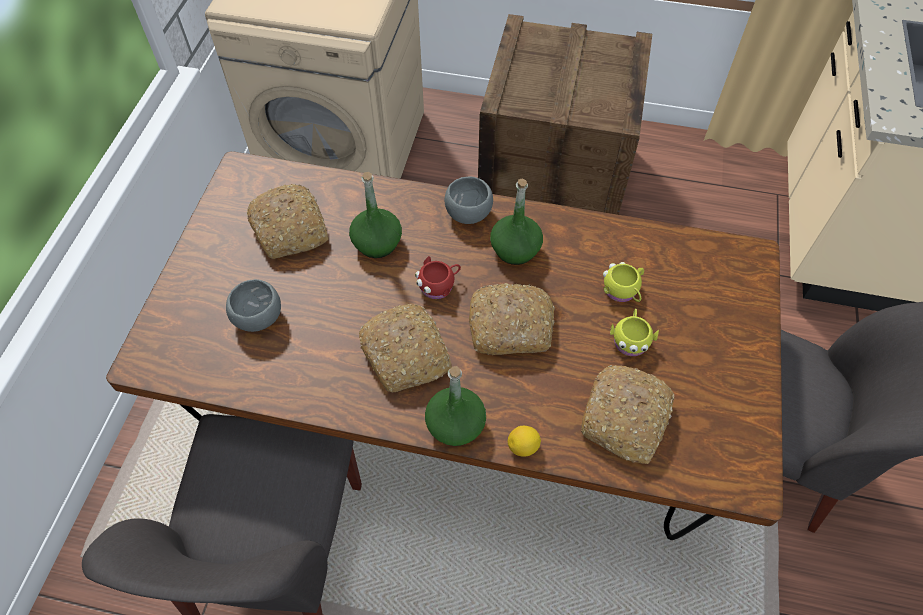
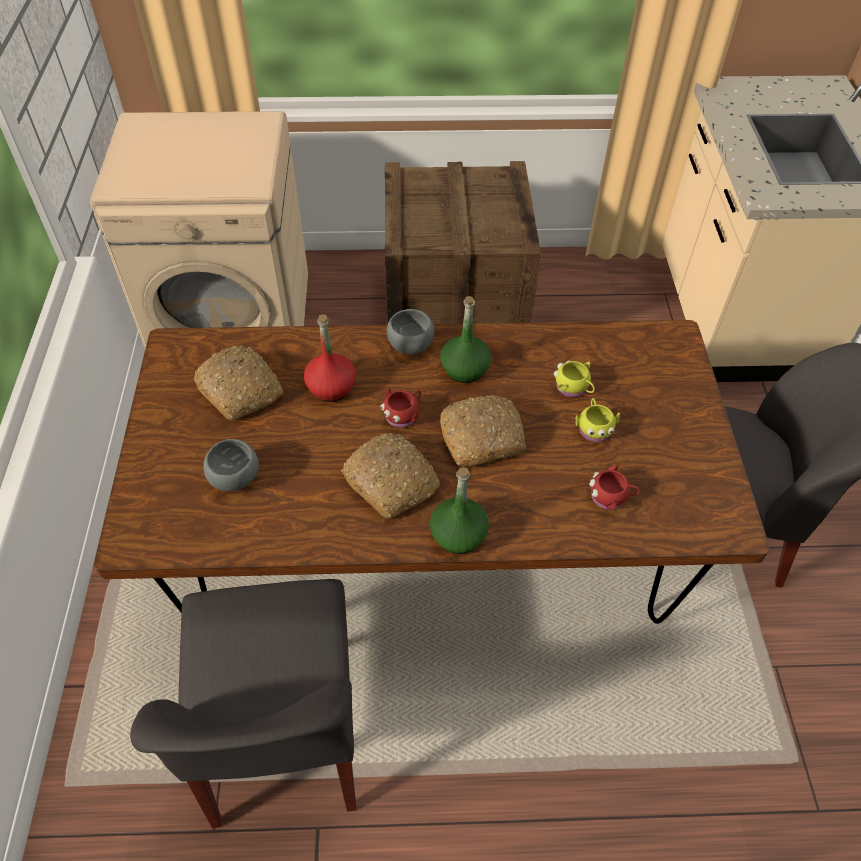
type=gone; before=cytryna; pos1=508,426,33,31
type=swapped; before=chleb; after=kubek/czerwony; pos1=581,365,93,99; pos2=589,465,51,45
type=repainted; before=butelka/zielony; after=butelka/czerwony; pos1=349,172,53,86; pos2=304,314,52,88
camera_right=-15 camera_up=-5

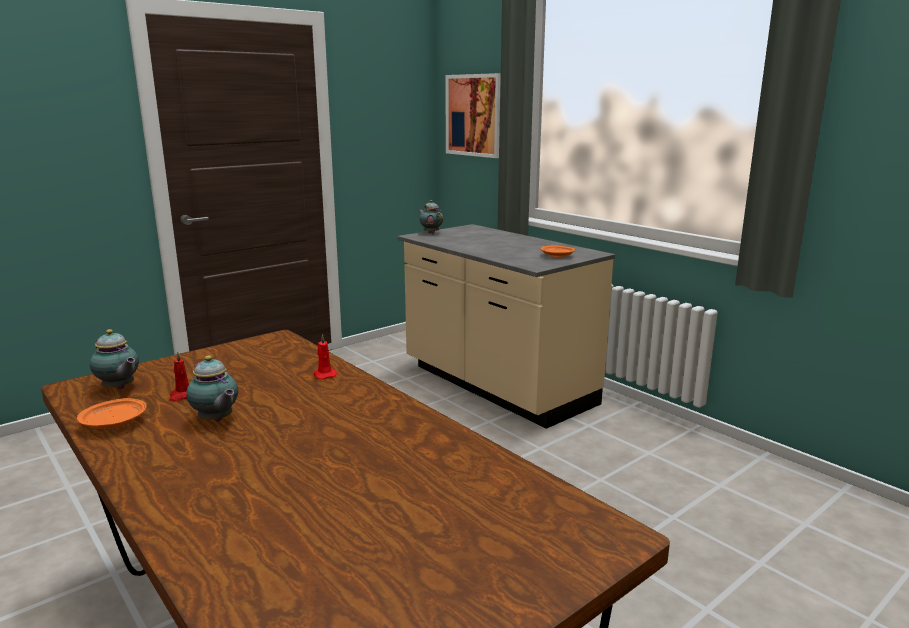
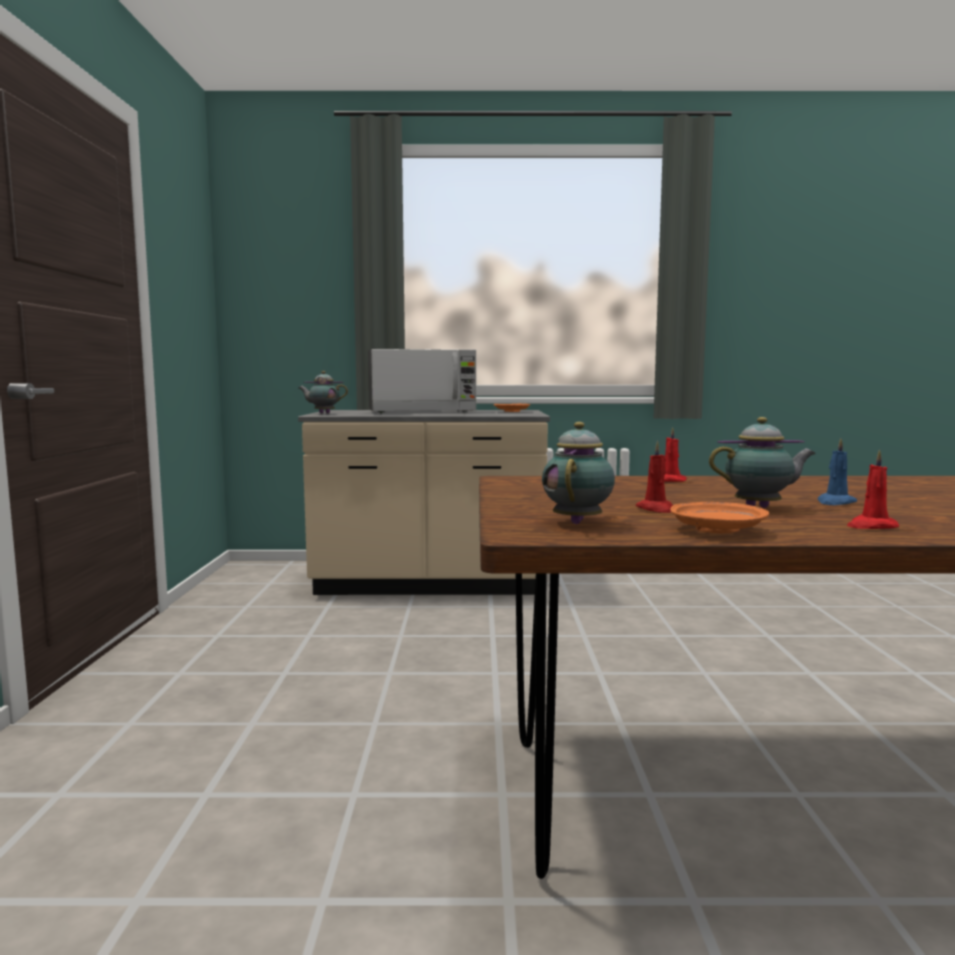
type=gone; before=obraz; pos1=445,73,56,85
type=new; after=mikrofalówka; pos2=368,349,108,65
type=new; after=świeca/niebieski; pos2=818,438,39,67
type=new; after=świeca/czerwony; pos2=847,449,52,80
type=rotated; before=imbryk; pos1=90,329,49,60; pos2=542,422,73,102; turn=-60
camera_right=-50 camera_up=-10

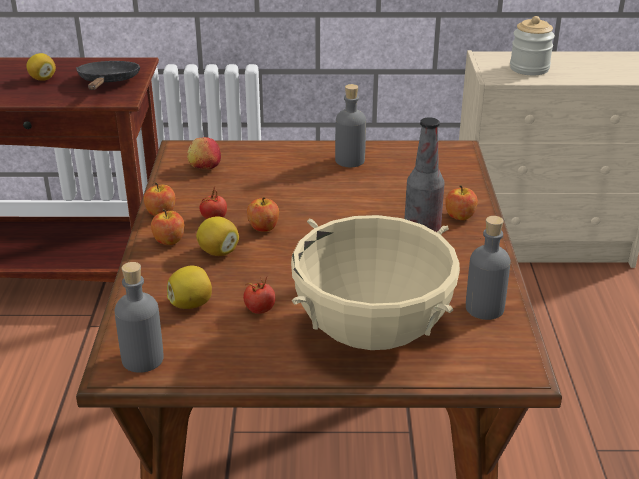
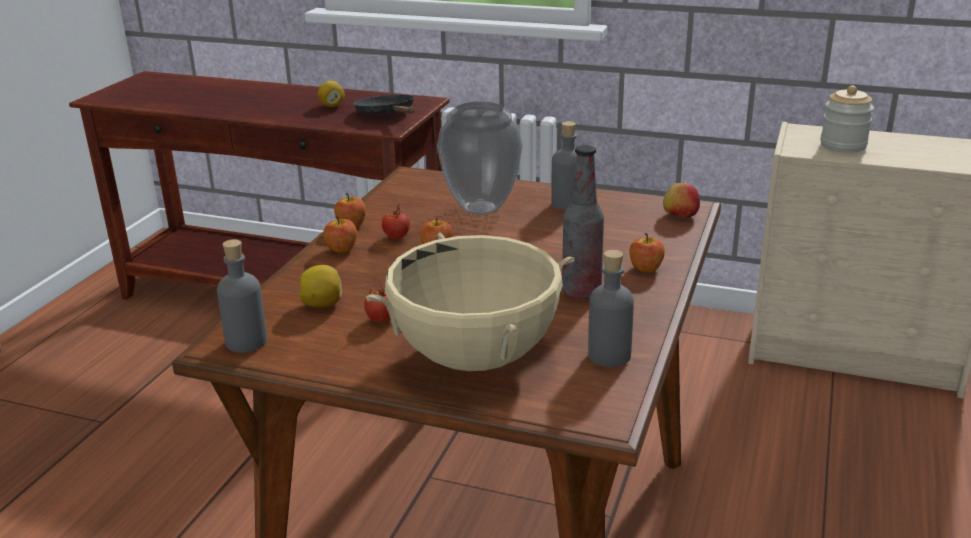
type=gone; before=cytryna; pos1=196,216,43,40
type=new; after=wazon; pos2=437,102,86,113
type=shifted; before=jabłko; pos1=187,137,34,32; pos2=663,183,37,35
type=rotated; before=patelnia/czarny; pos1=76,61,64,29; pos2=353,94,61,20; turn=-45
camera_right=20 camera_up=-5

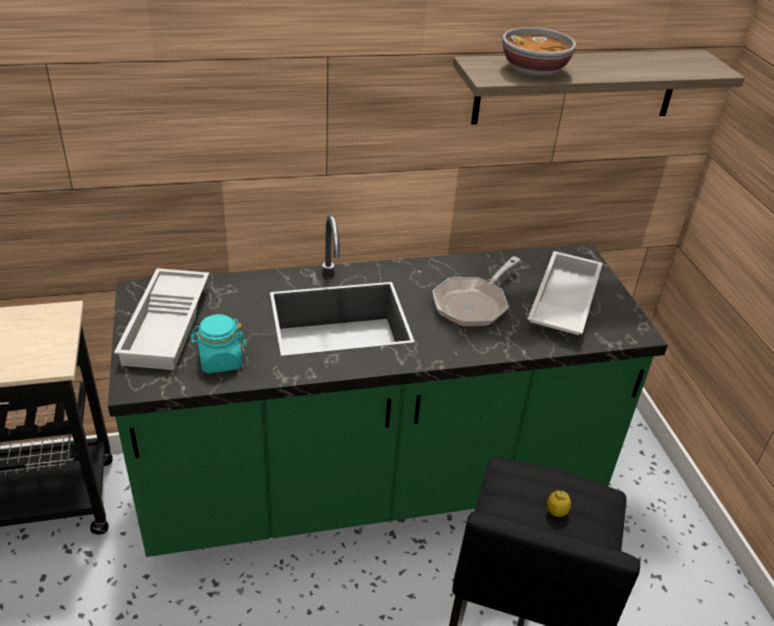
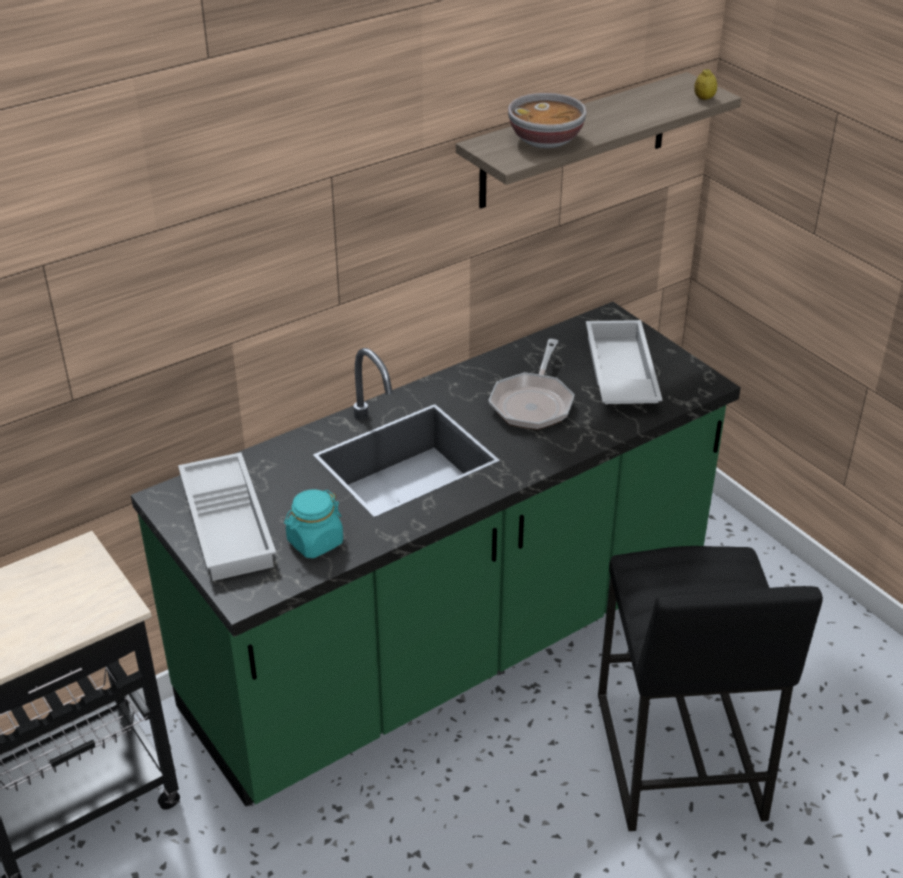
type=shifted; before=cytryna; pos1=547,490,24,27; pos2=694,69,23,31
camera_right=-20 camera_up=0

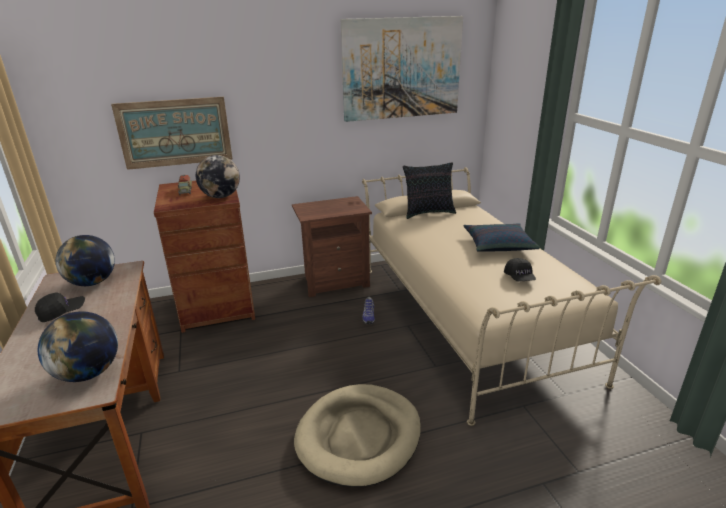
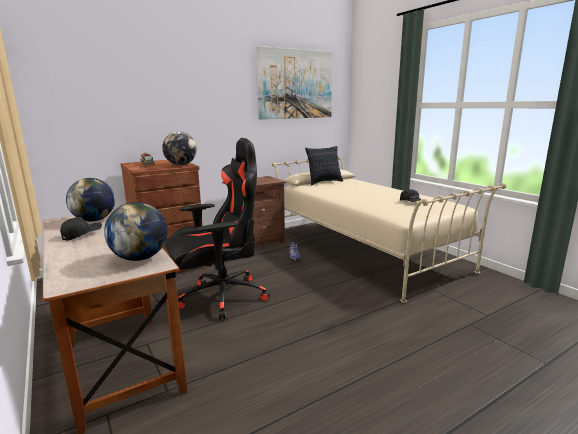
type=gone; before=obraz; pos1=111,97,122,73
type=gone; before=legowisko/beżowy; pos1=294,384,127,103
type=gone; before=poduszka/niebieski; pos1=463,223,77,29
type=new; after=krzesło biurowe/czarny; pos2=165,138,105,182
camera_right=-15 camera_up=-10

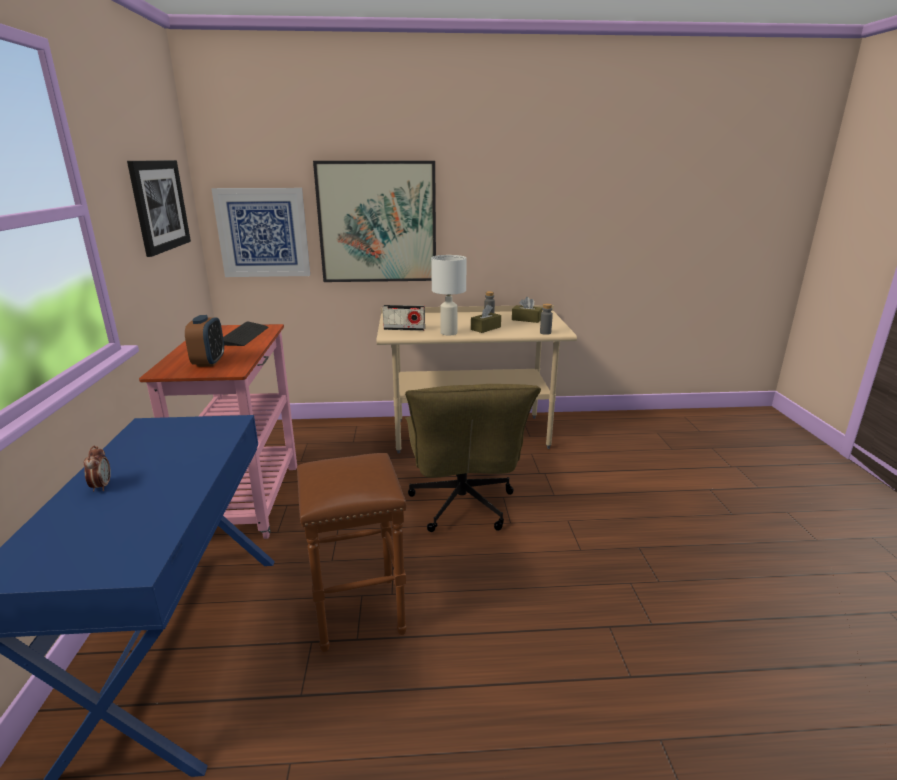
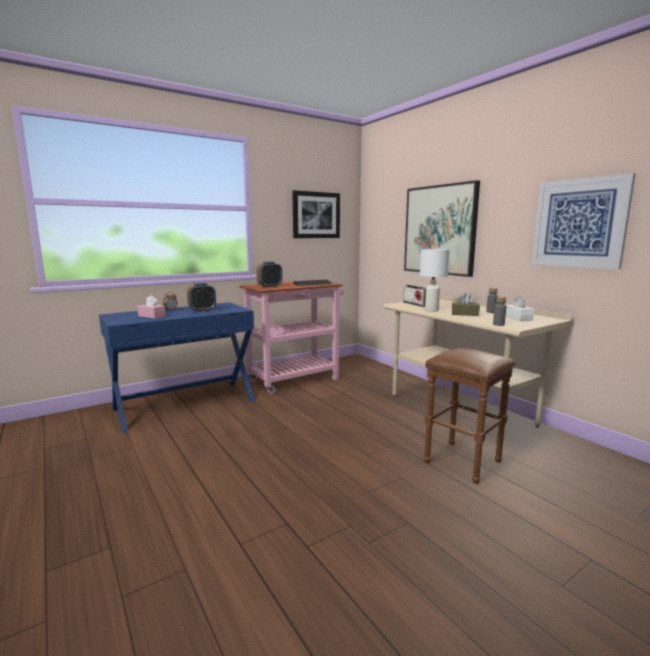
type=gone; before=krzesło biurowe/beżowy; pos1=405,384,136,148
type=new; after=pudełko chusteczek/różowy; pos2=137,296,28,23
type=new; after=budzik; pos2=187,283,29,29
type=shifted; before=obraz; pos1=211,188,99,89; pos2=531,173,105,96
type=shifted; before=stołek/brązowy; pos1=297,453,110,199; pos2=424,348,91,136
type=repainted; before=pudełko chusteczek/brązowy; after=pudełko chusteczek/biały; pos1=512,297,30,26; pos2=506,296,28,25
camera_right=60 camera_up=-10

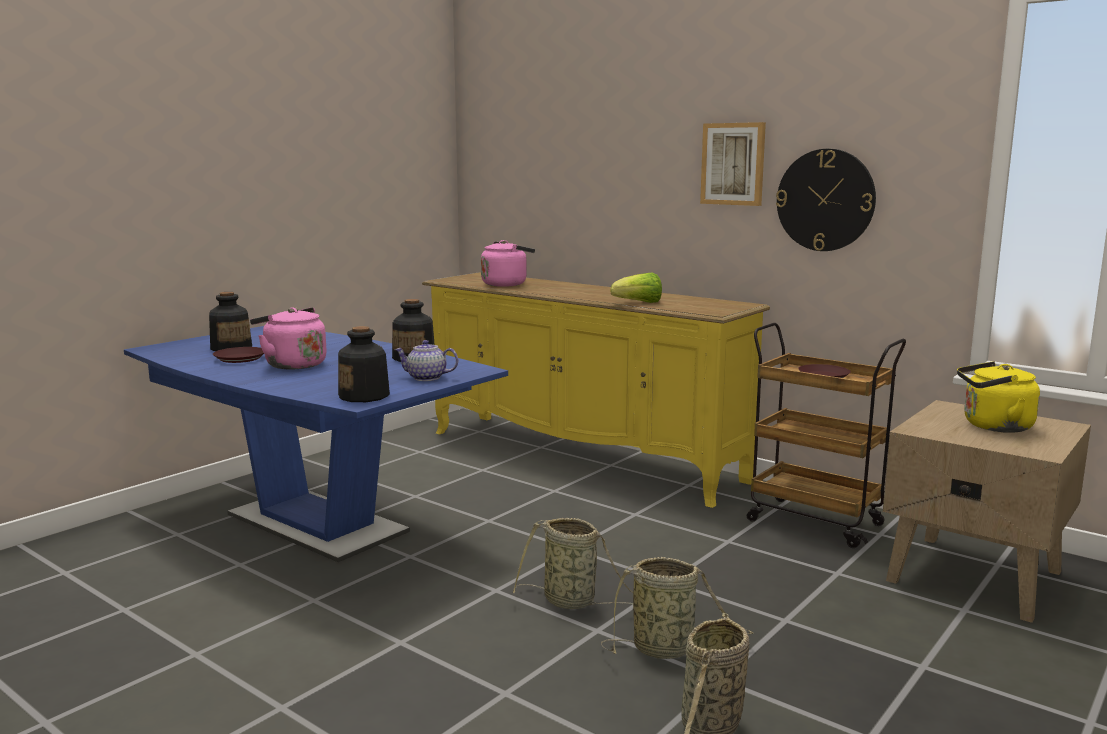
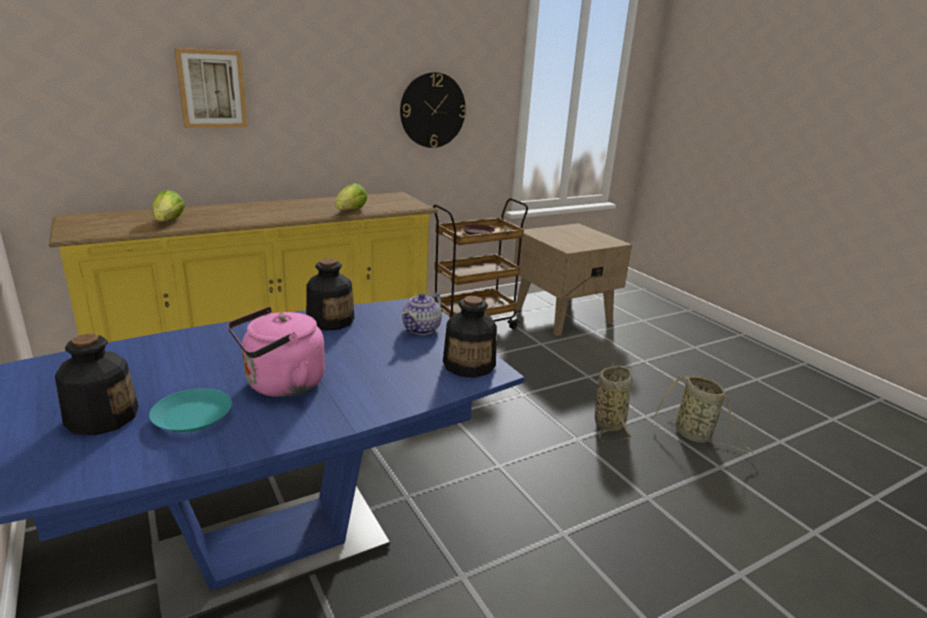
type=gone; before=koszyk; pos1=513,518,120,91
type=gone; before=czajnik/żółty; pos1=957,362,83,71
type=shifted; before=obraz; pos1=700,122,66,84; pos2=174,48,73,80
type=swapped; before=czajnik/różowy; after=sałata; pos1=481,240,54,47; pos2=153,190,32,32
type=repainted; before=talerz/brązowy; after=talerz/turkusowy; pos1=213,347,51,16; pos2=149,388,83,45
camera_right=-70 camera_up=10

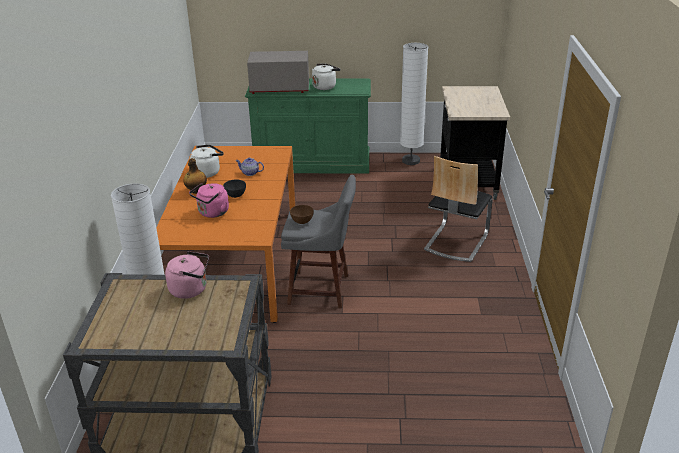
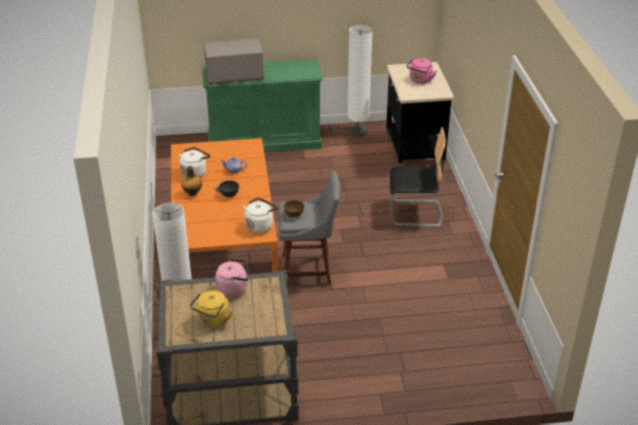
type=new; after=czajnik/żółty; pos2=190,290,43,38
type=shifted; before=czajnik/różowy; pos1=189,183,40,35; pos2=407,58,30,26
type=shifted; before=czajnik/biały; pos1=312,63,28,27; pos2=243,198,35,35
type=rotated; before=krzesło; pos1=424,156,68,106; pos2=390,127,56,100; turn=-105
camera_right=-10 camera_up=5

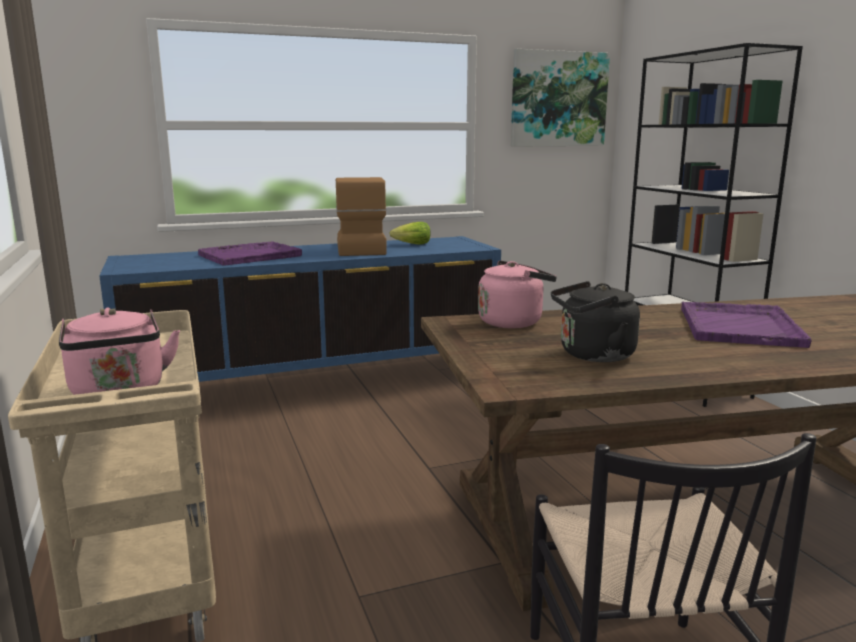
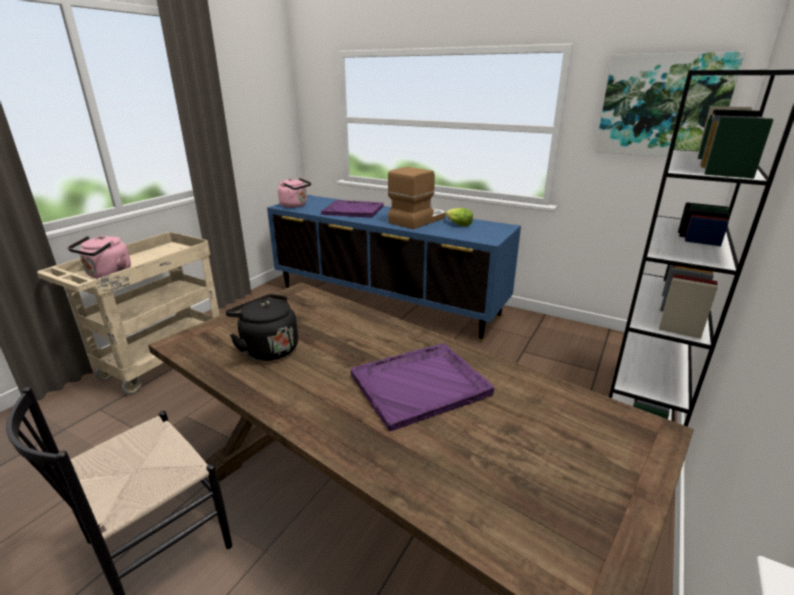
type=shifted; before=czajnik/różowy; pos1=478,260,79,68; pos2=278,178,33,30
camera_right=50 camera_up=10

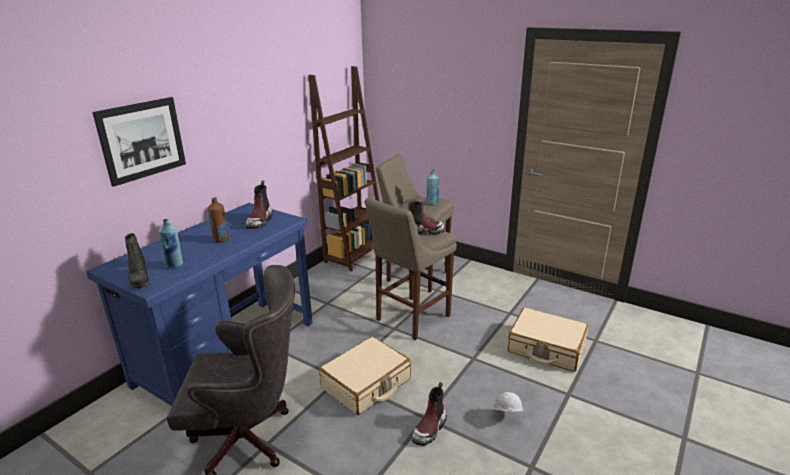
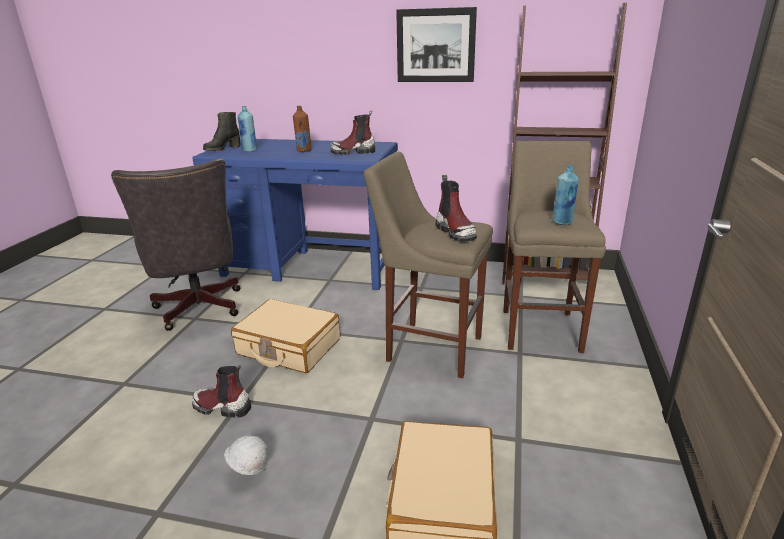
type=shifted; before=obraz; pos1=92,97,94,90; pos2=396,7,81,75
camera_right=70 camera_up=0

